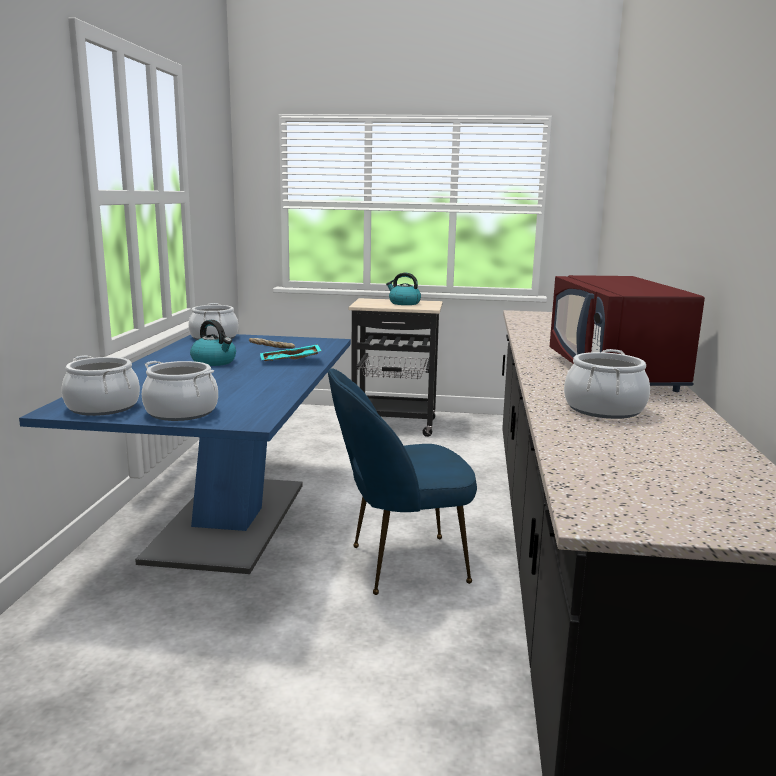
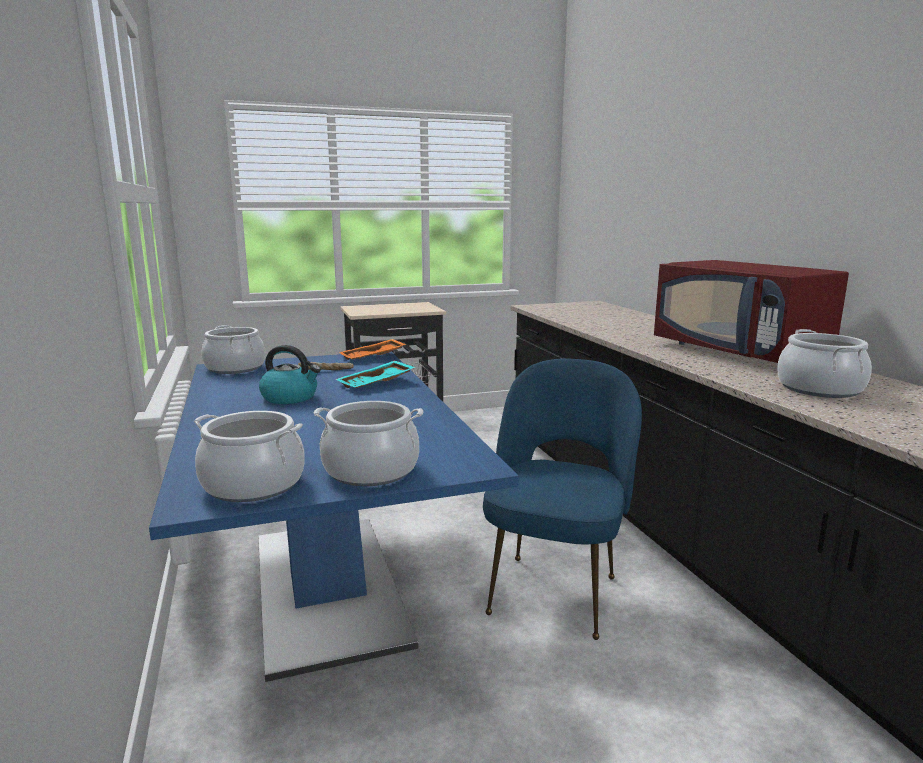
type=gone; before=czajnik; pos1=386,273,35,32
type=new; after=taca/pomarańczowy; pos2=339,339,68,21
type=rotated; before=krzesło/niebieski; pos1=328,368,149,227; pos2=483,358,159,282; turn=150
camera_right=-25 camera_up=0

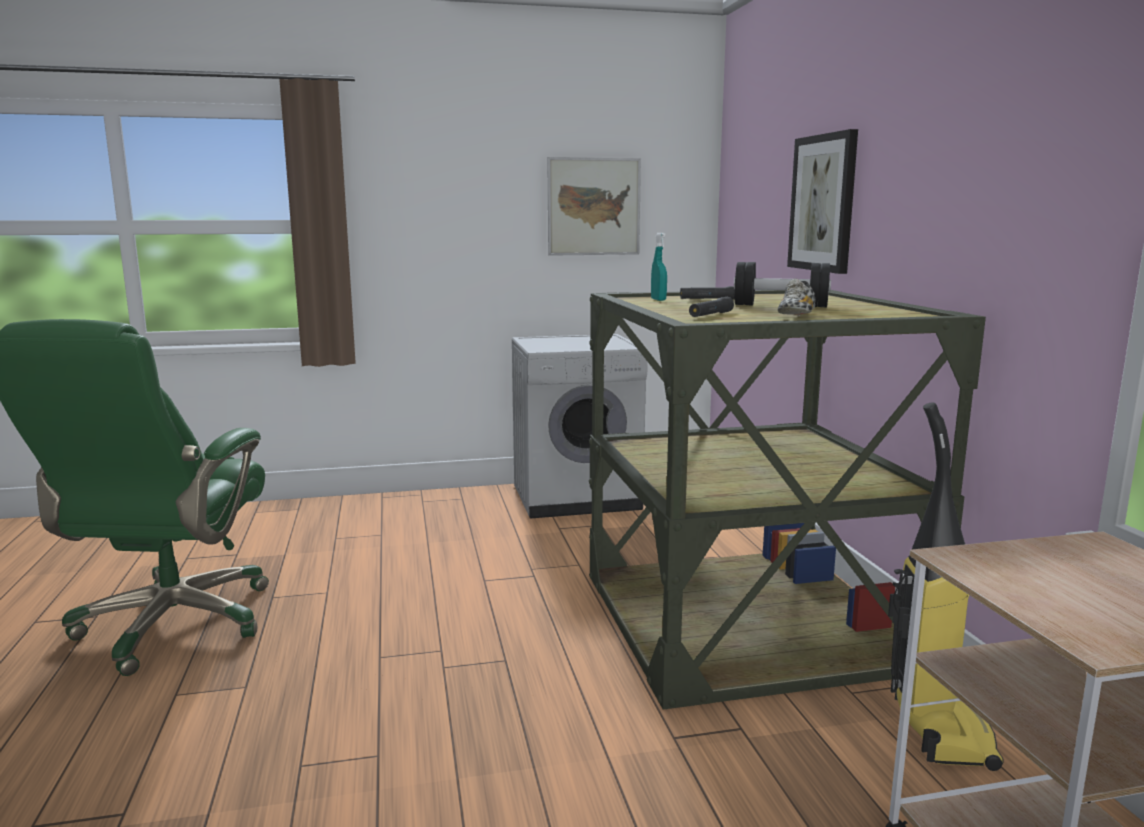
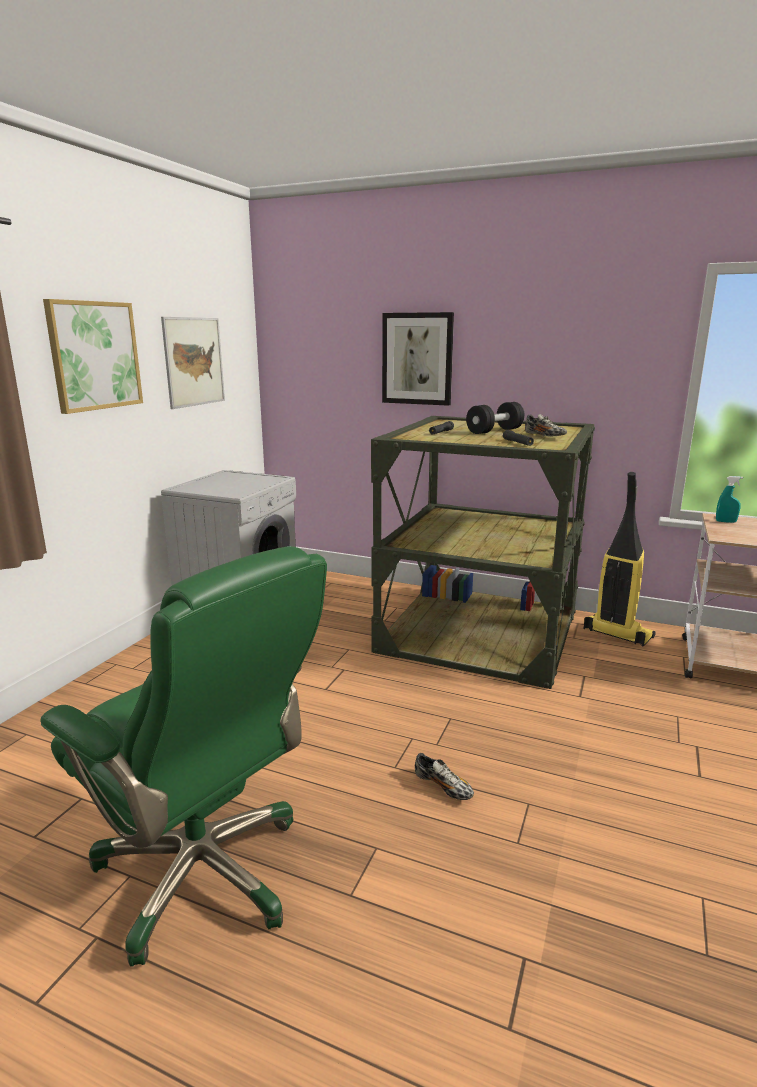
type=new; after=obraz; pos2=43,299,100,115
type=new; after=but; pos2=415,753,59,47
type=shifted; before=spryskiwacz/turkusowy; pos1=651,233,16,68; pos2=716,476,27,47
camera_right=-55 camera_up=5

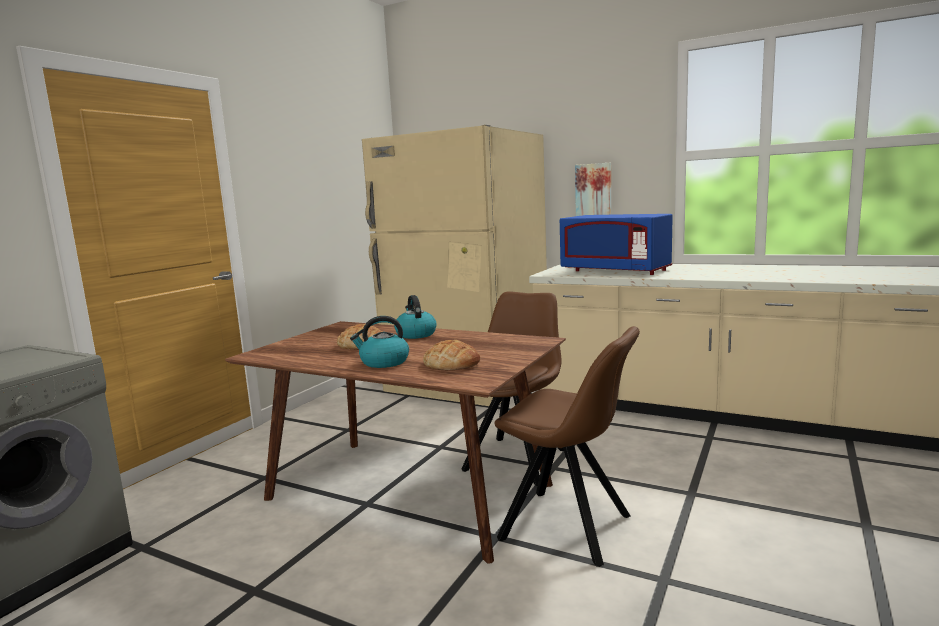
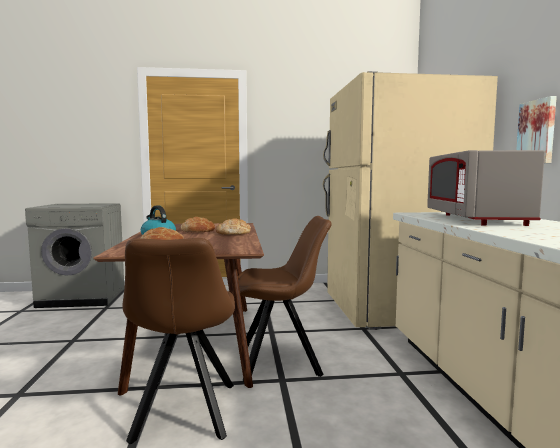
type=swapped; before=czajnik; after=chleb; pos1=394,295,43,44; pos2=216,218,35,17
type=repainted; before=mikrofalówka/niebieski; after=mikrofalówka/szary; pos1=560,214,113,61; pos2=427,150,118,76
camera_right=55 camera_up=-5

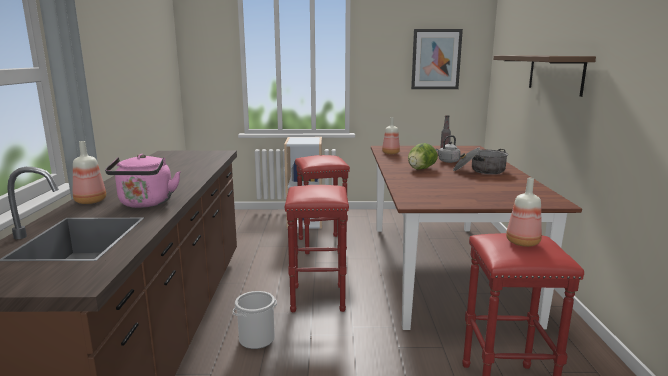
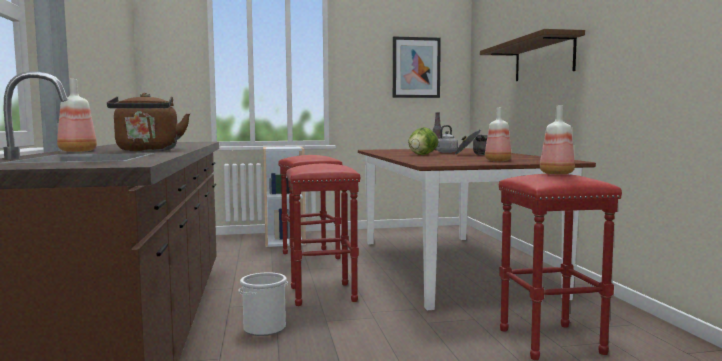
type=shifted; before=butelka; pos1=382,117,18,37; pos2=485,107,26,54
type=repainted; before=czajnik/różowy; after=czajnik/brązowy; pos1=105,154,76,54; pos2=107,93,83,58
camera_right=-10 camera_up=-10

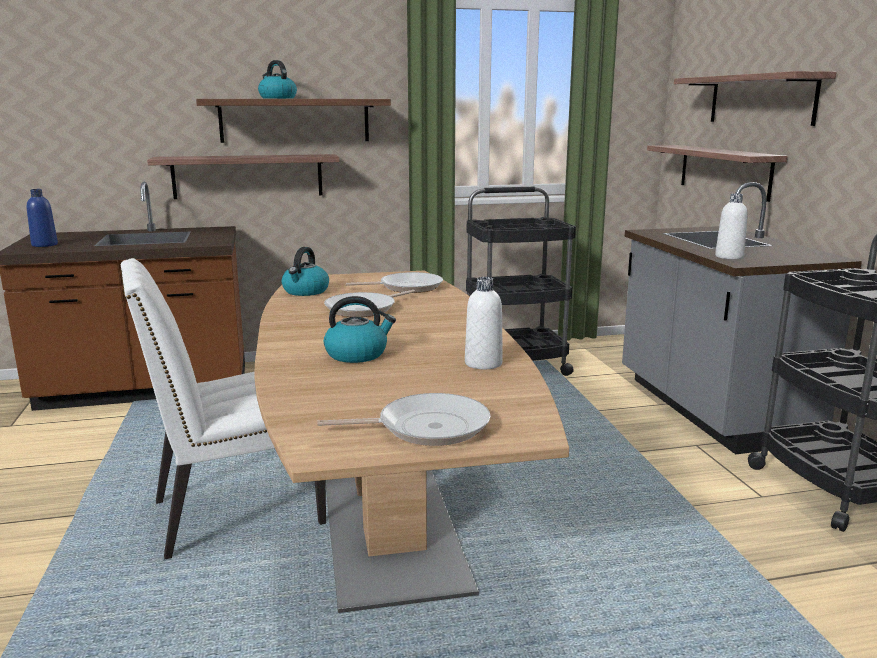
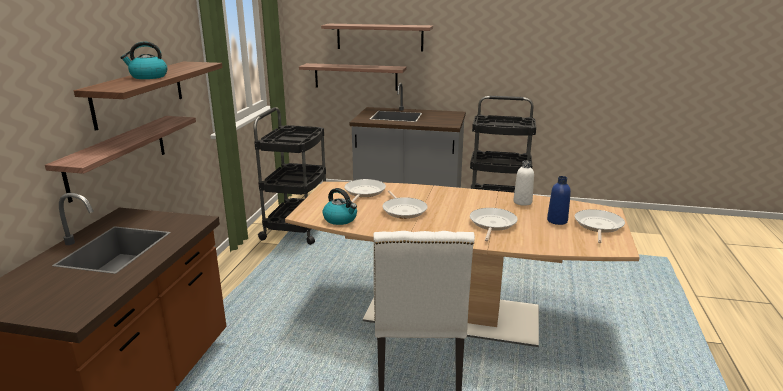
type=gone; before=butelka/biały; pos1=715,193,33,66
type=shifted; before=butelka/niebieski; pos1=27,189,31,58; pos2=547,176,24,49
type=swapped; before=czajnik; after=patelnia; pos1=324,296,72,67; pos2=470,208,48,33
camera_right=-65 camera_up=5

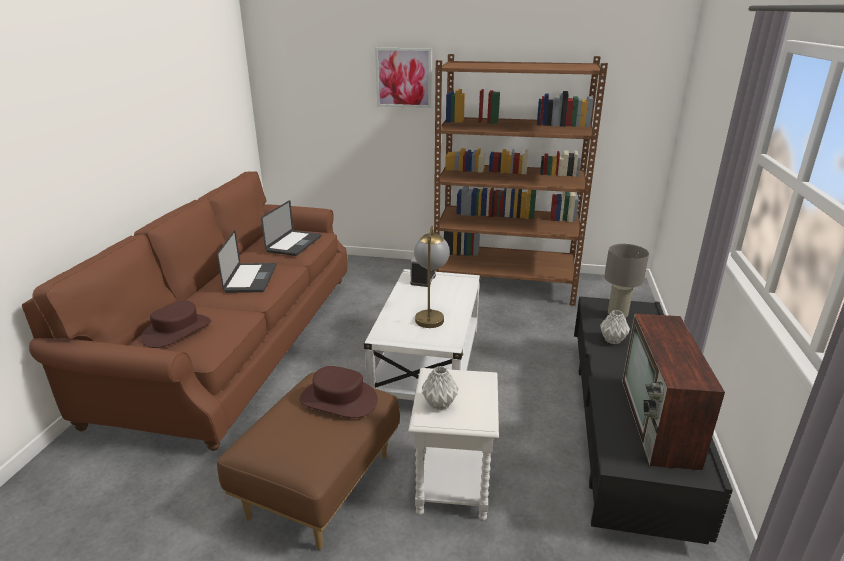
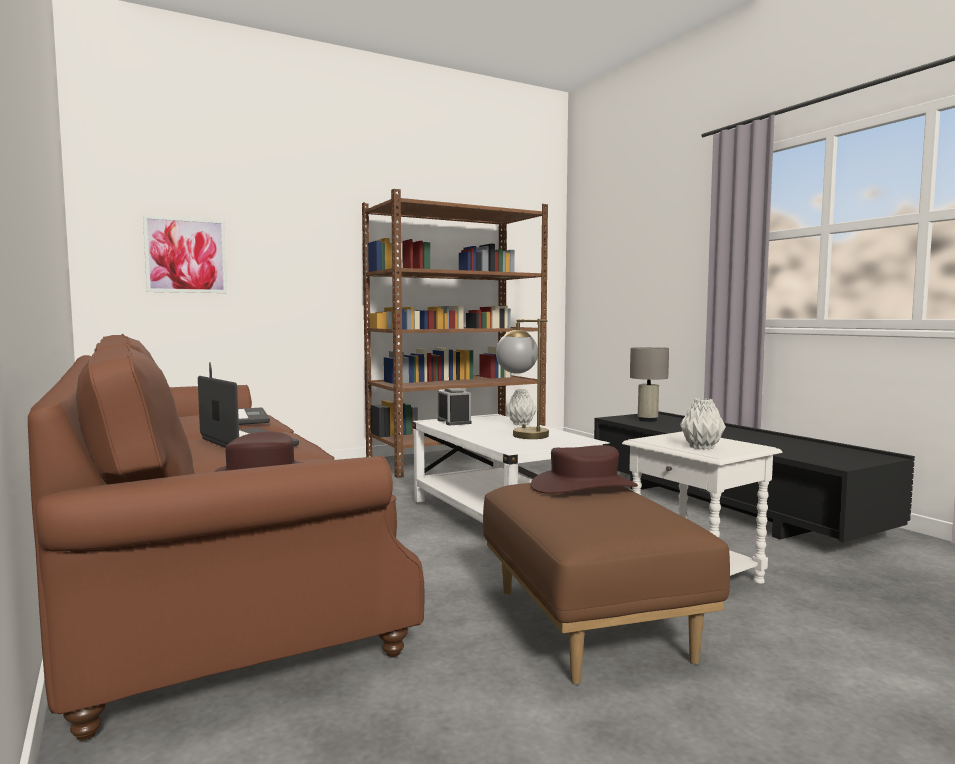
type=gone; before=telewizor; pos1=622,314,103,157
type=shifted; before=obraz; pos1=375,48,57,60; pos2=143,215,84,78
type=shifted; before=wazon/szary; pos1=600,310,30,34; pos2=506,389,31,37
camera_right=-40 camera_up=-20

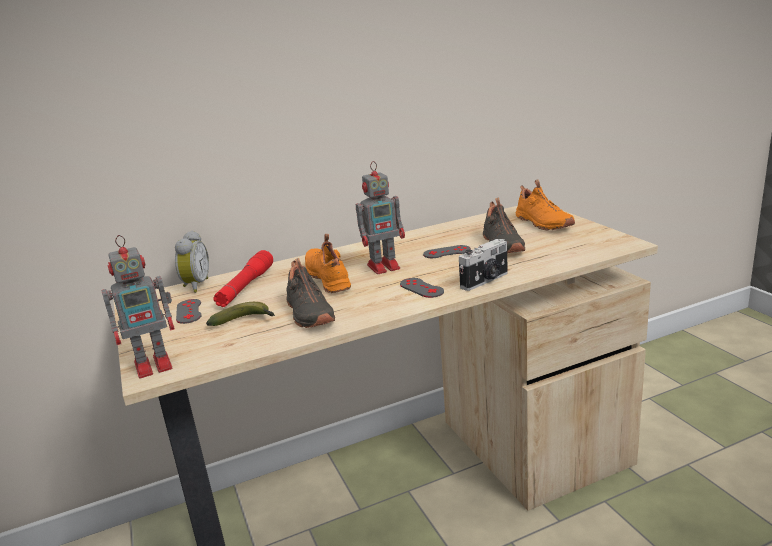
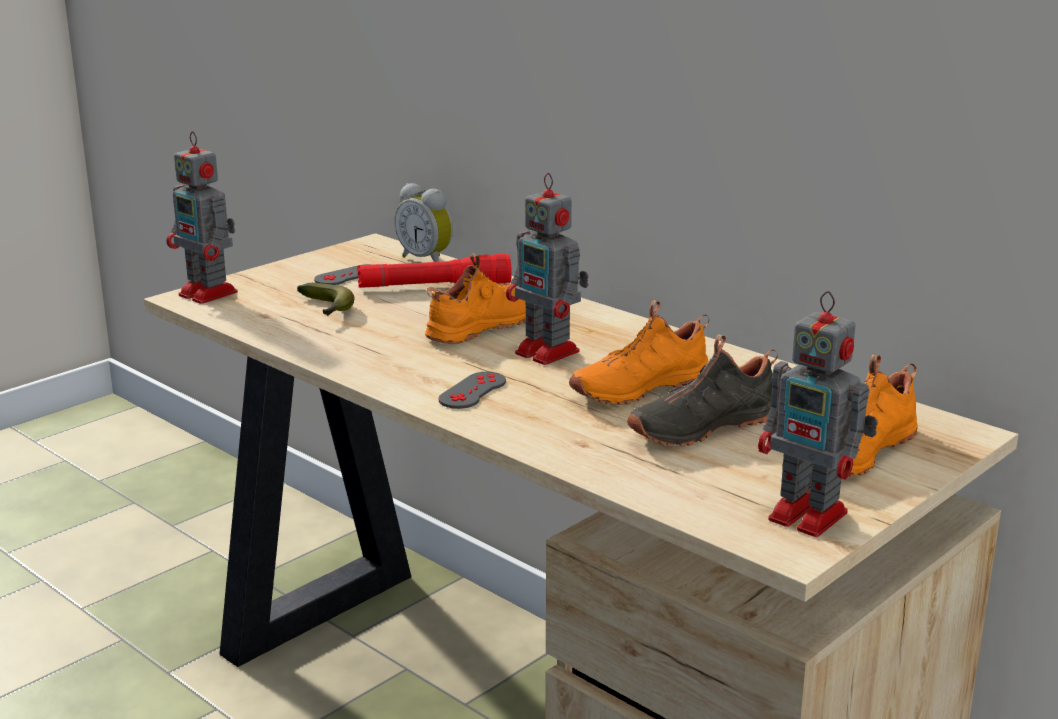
type=gone; before=but/czarny; pos1=287,258,48,70
type=gone; before=aparat fotograficzny; pos1=459,239,49,52
type=new; after=robot zabawkowy; pos2=758,291,120,246
type=swapped; before=pad do gier/szary; after=but/pomarańczowy; pos1=423,245,48,13; pos2=569,300,140,105
type=rotated; before=budzik; pos1=175,231,34,62; pos2=394,183,59,79; turn=60
camera_right=65 camera_up=0

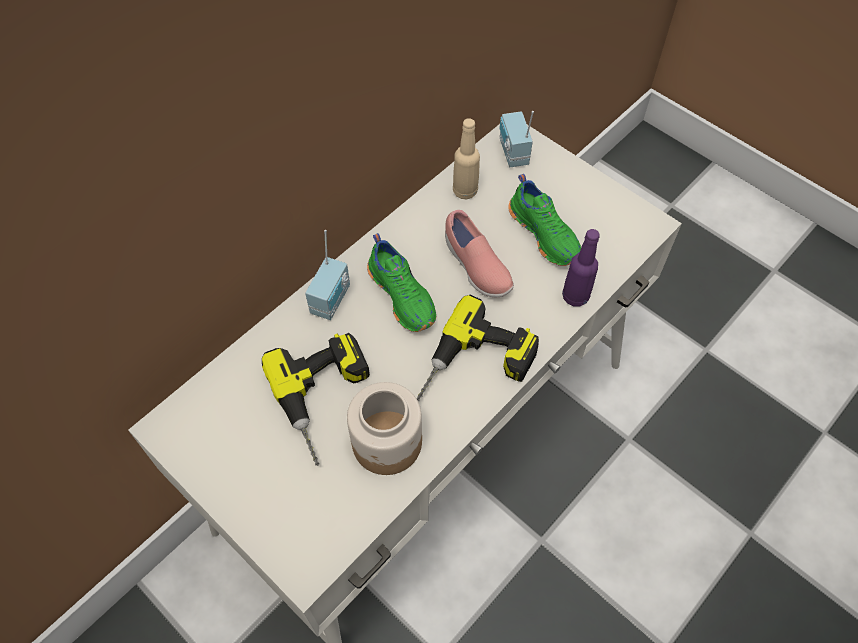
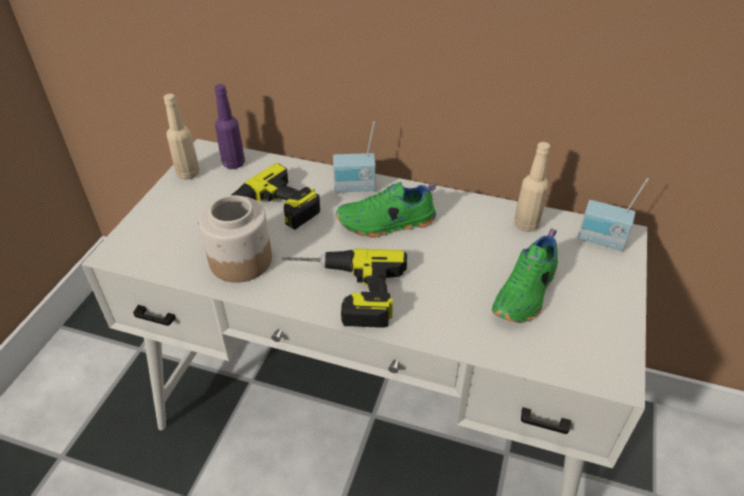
type=gone; before=but/różowy; pos1=445,210,69,87
type=new; after=butelka/beżowy; pos2=164,94,36,85
type=shifted; before=butelka/fioletowy; pos1=562,229,37,77; pos2=214,84,31,85
type=rotated; before=but/zielony; pos1=367,233,69,99; pos2=336,182,100,56; turn=45
type=rotated; before=radio; pos1=499,111,35,56; pos2=578,178,71,73; turn=-120
camera_right=65 camera_up=-15

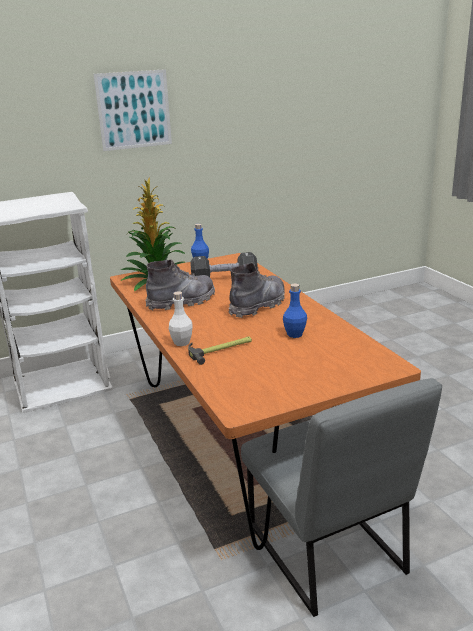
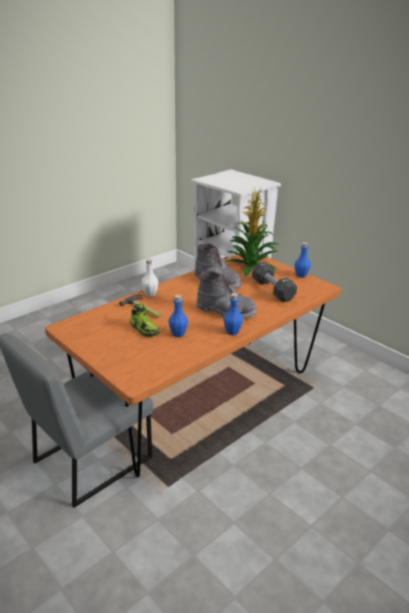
type=gone; before=obraz; pos1=93,69,79,82
type=new; after=but; pos2=130,304,30,33
type=new; after=butelka/niebieski; pos2=224,293,19,42
camera_right=70 camera_up=5

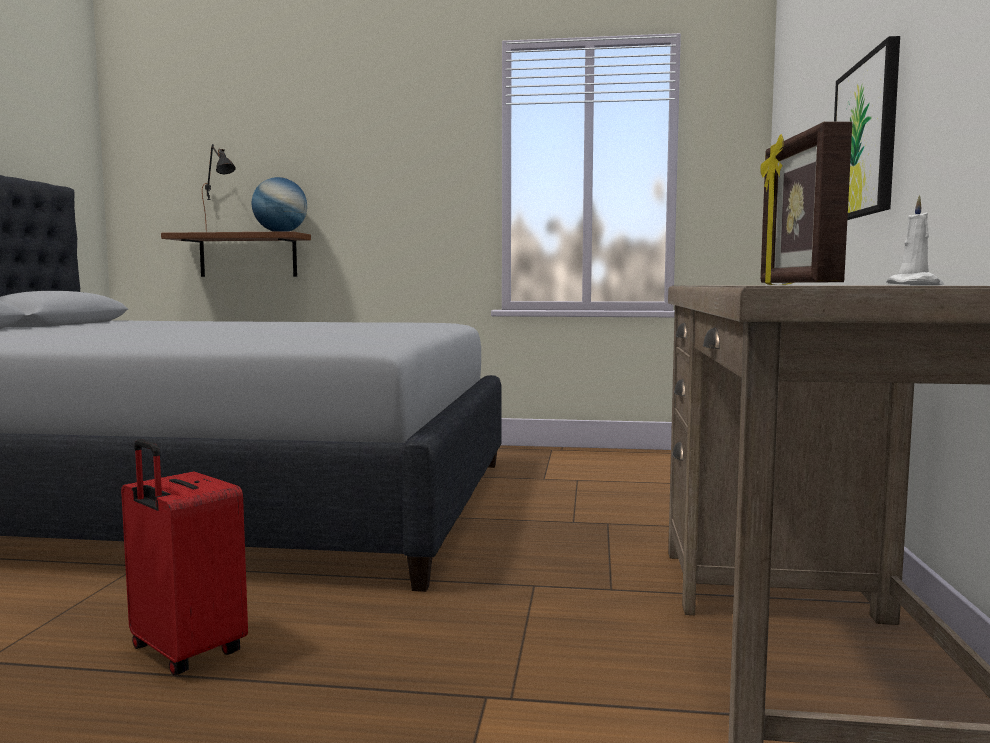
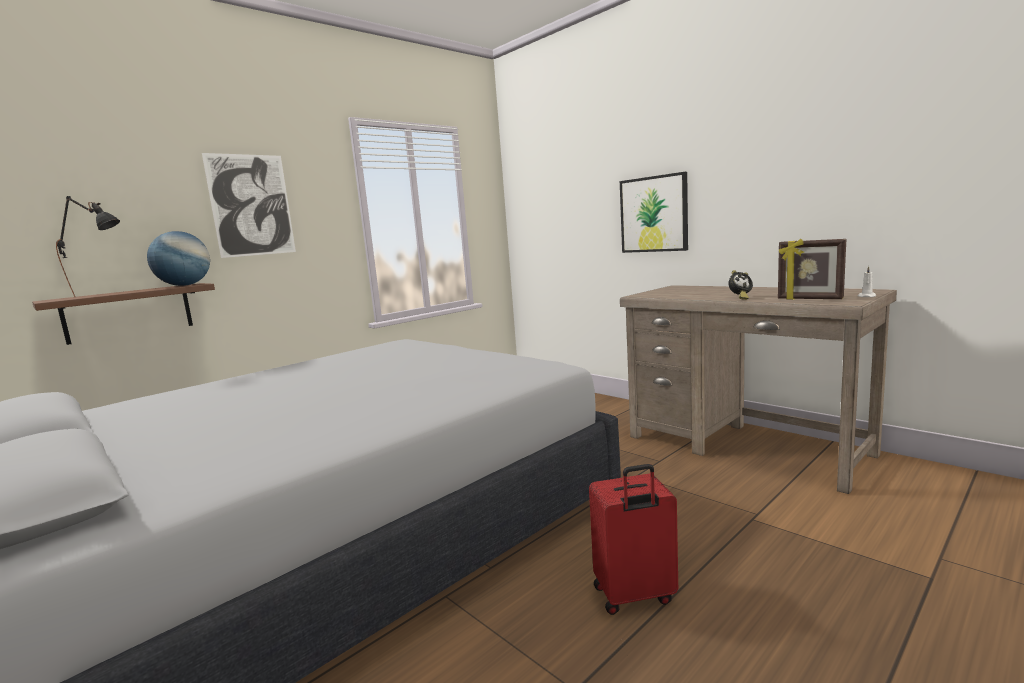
type=new; after=obraz; pos2=202,153,94,105
type=new; after=budzik; pos2=728,270,25,30
camera_right=-50 camera_up=5

